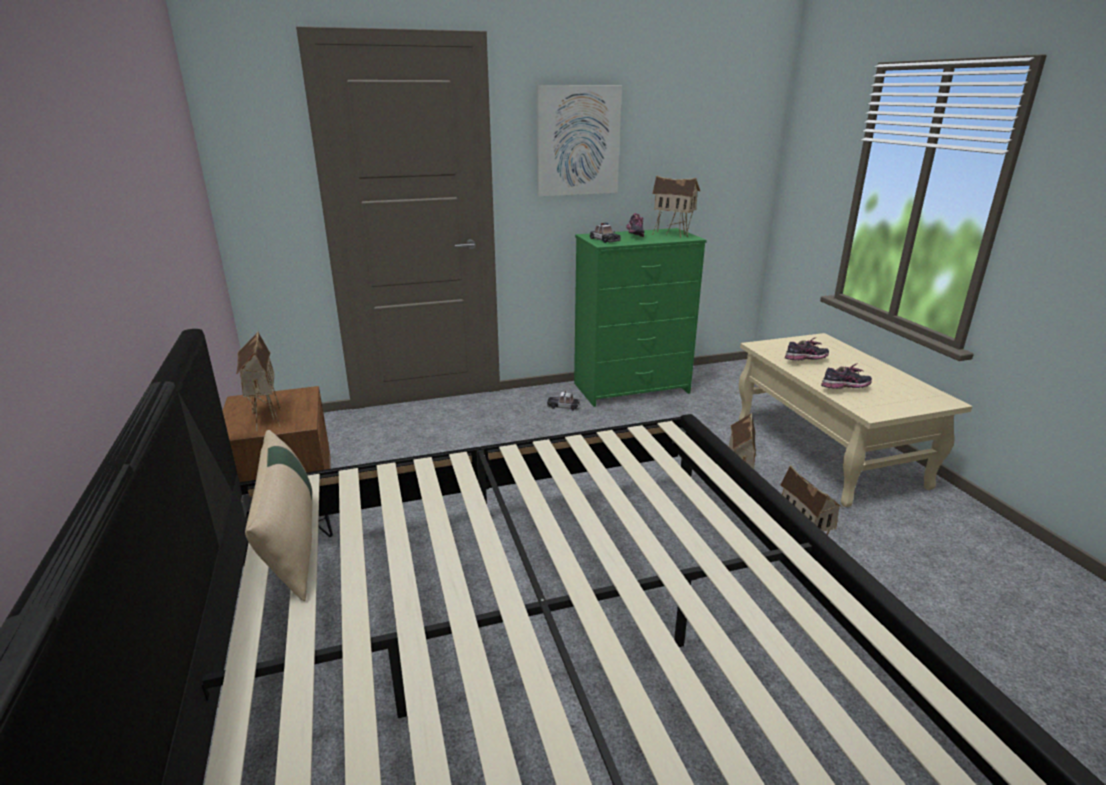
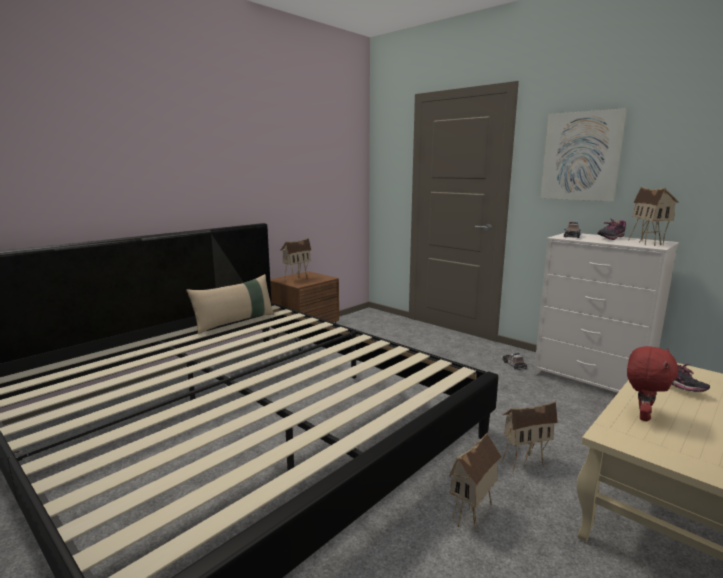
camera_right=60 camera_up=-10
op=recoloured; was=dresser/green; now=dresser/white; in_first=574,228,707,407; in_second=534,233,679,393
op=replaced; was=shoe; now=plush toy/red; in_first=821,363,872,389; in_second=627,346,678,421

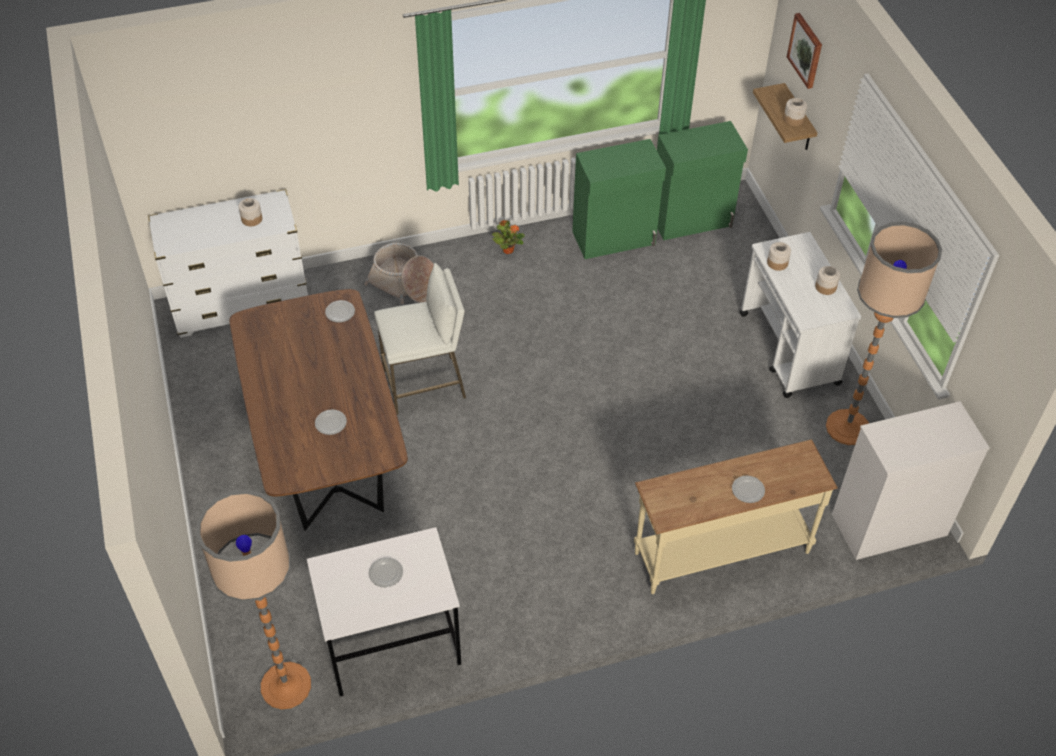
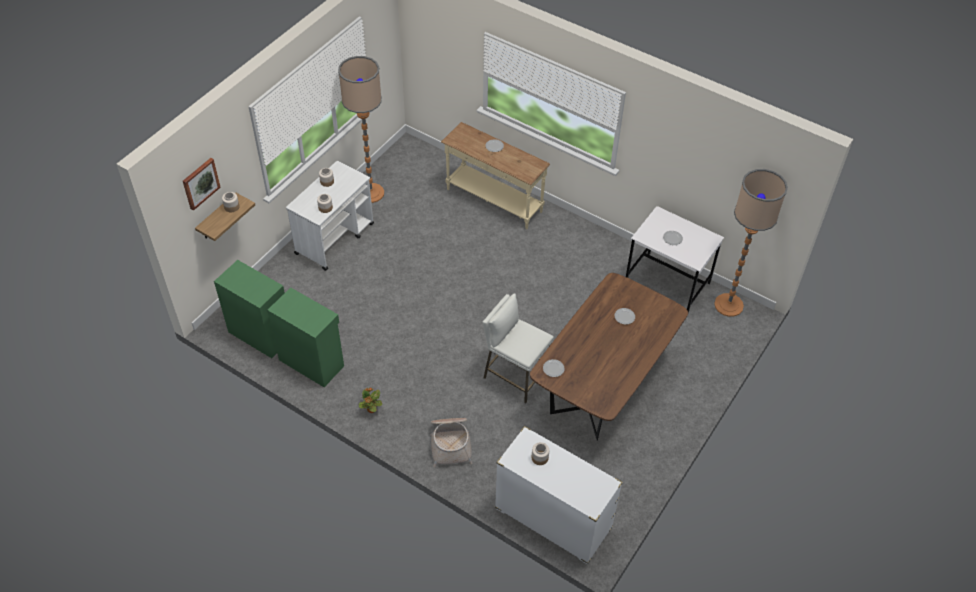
camera_right=-130 camera_up=0
op=removed; was=dresser/white; in_first=832,401,990,560

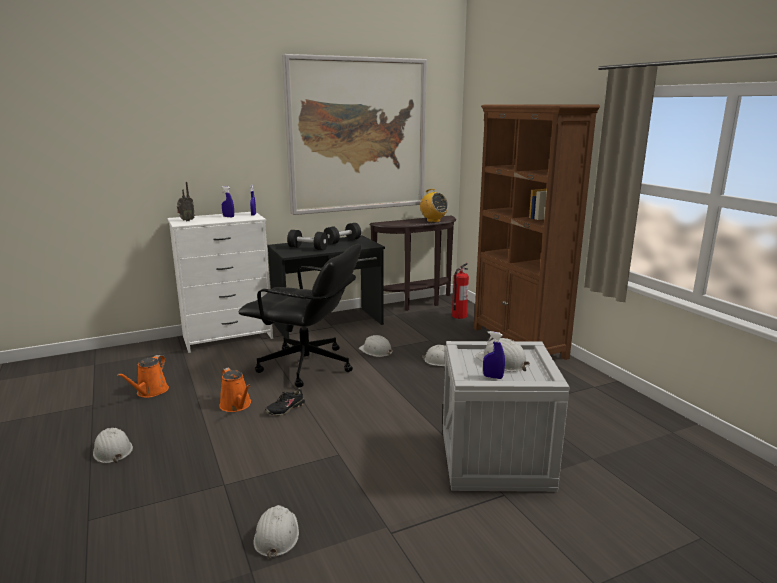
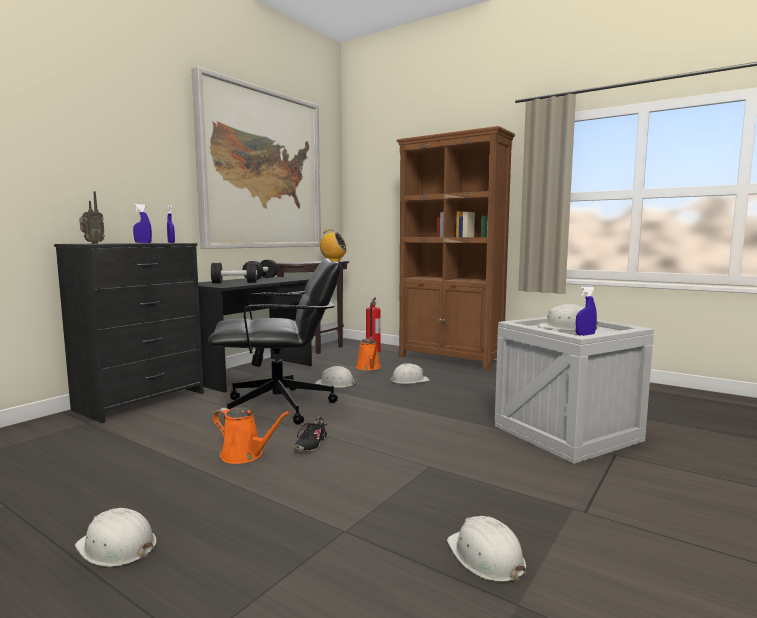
camera_right=-30 camera_up=-10
op=moved; was=watering can/orange; in_first=117,355,169,398; in_second=356,338,381,370
op=recoloured; was=dresser/white; now=dresser/black; in_first=168,212,273,353; in_second=54,243,204,423

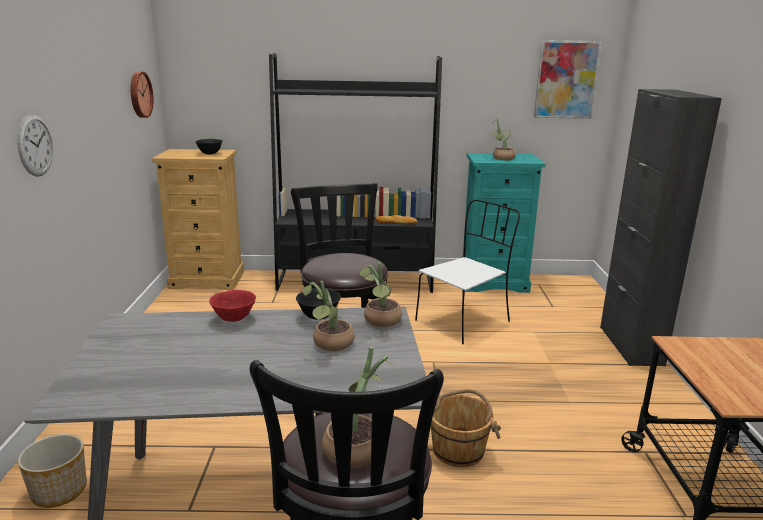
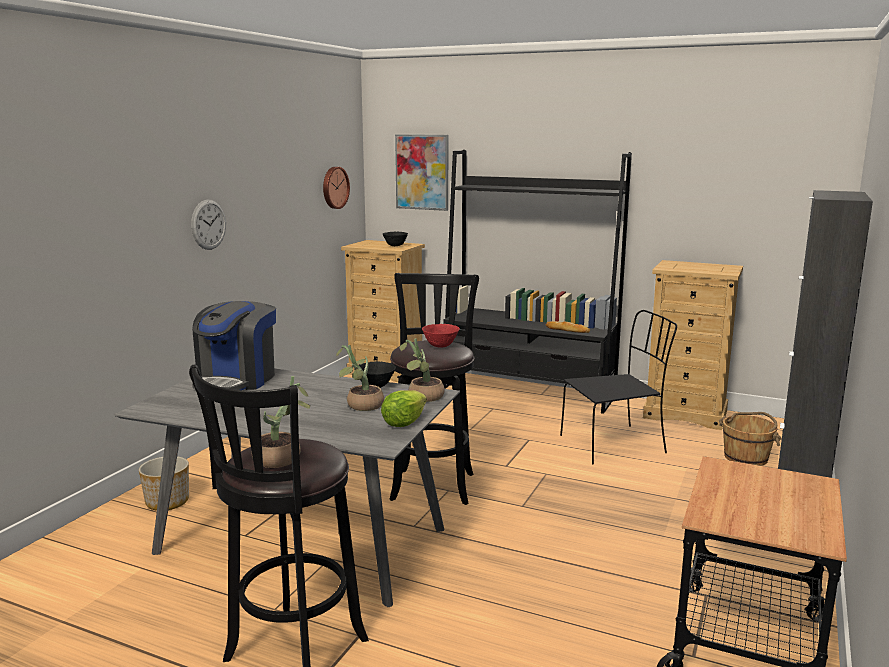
camera_right=25 camera_up=-5
op=moved; was=bowl/red; in_first=209,290,256,322; in_second=422,324,460,348
op=recoloured; was=chair/white; now=chair/black; in_first=415,199,520,344; in_second=560,310,677,465
op=moved; was=bucket/brown; in_first=431,389,501,467; in_second=719,412,782,466
op=recoloured; was=dresser/turquoise; now=dresser/beige; in_first=463,153,545,293; in_second=643,260,743,430
op=removed; was=potted plant; in_first=489,118,515,160
op=moved; was=picture; in_first=534,40,602,119; in_second=395,134,448,211
op=added; now=coffee machine; in_second=192,301,276,390
op=added; now=lettuce; in_second=381,390,427,427

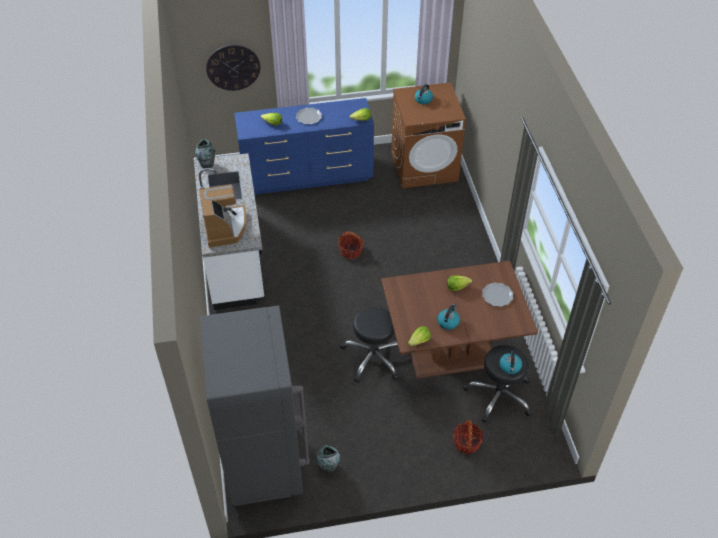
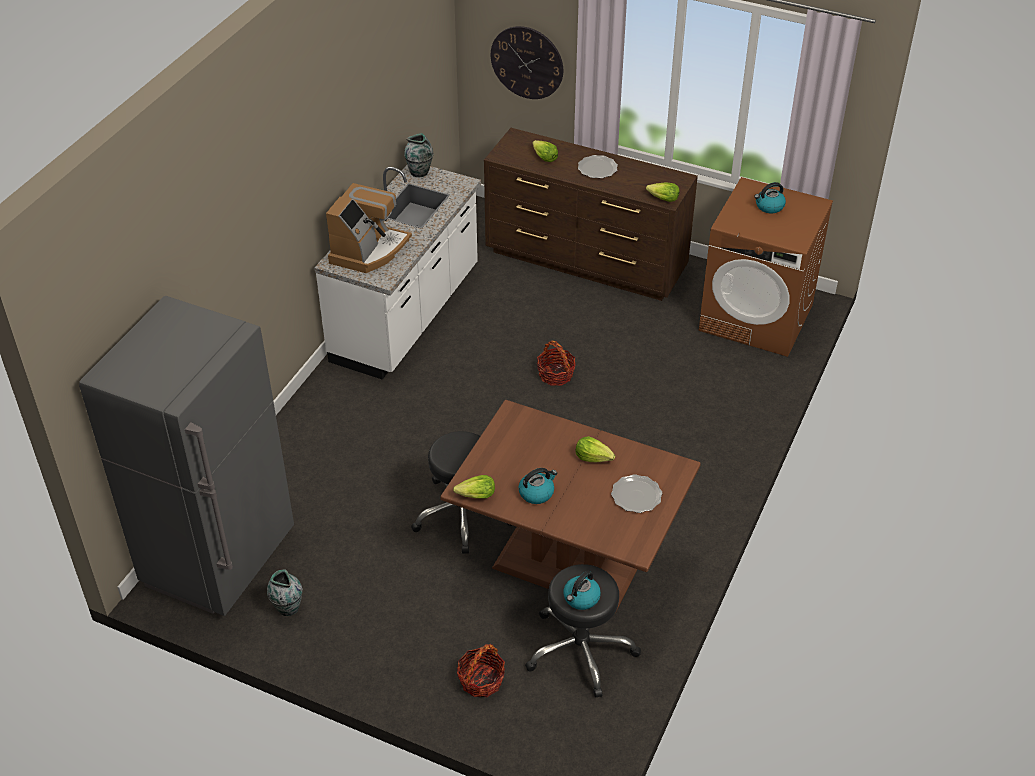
camera_right=35 camera_up=-5
op=recoloured; was=dresser/blue; now=dresser/brown; in_first=234,98,374,195; in_second=484,128,698,301

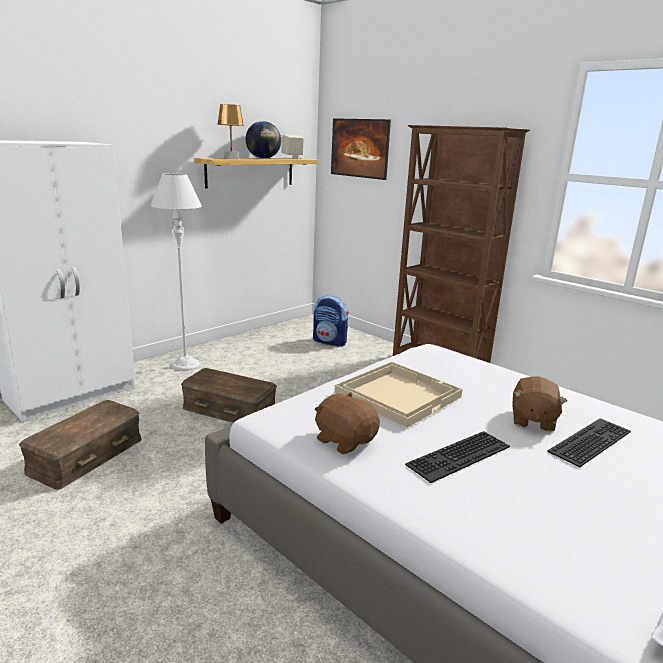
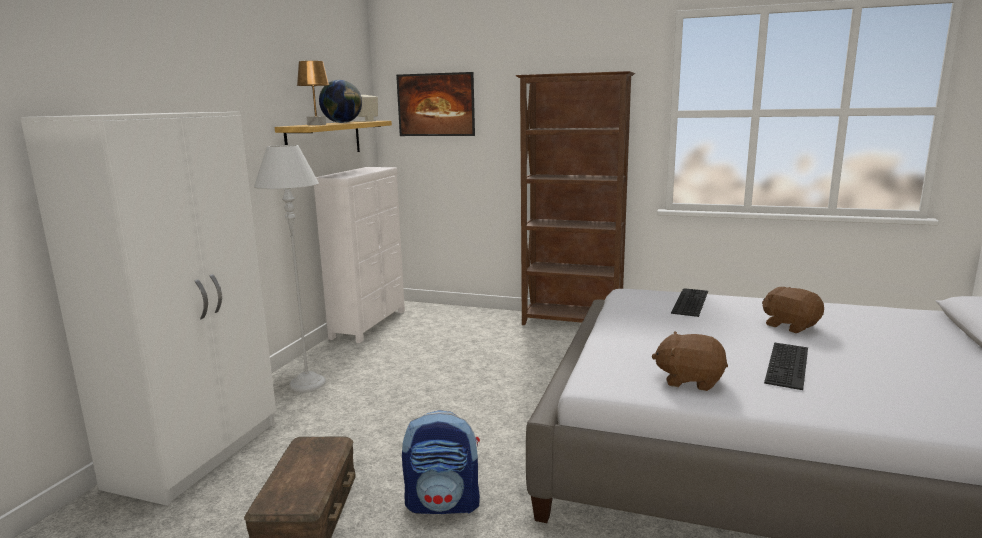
camera_right=-25 camera_up=-5
op=removed; was=storage box/brown; in_first=181,368,277,423
op=moved; was=backpack; in_first=313,295,349,347; in_second=402,410,480,514
op=removed; was=tray/beige; in_first=334,362,463,427
op=turned; was=plush toy/brown; in_first=512,377,567,432; in_second=762,287,824,333; clockwise=150
op=moved; was=keyboard; in_first=547,418,631,467; in_second=671,288,708,317
op=added; now=dresser/white; in_second=314,167,405,343

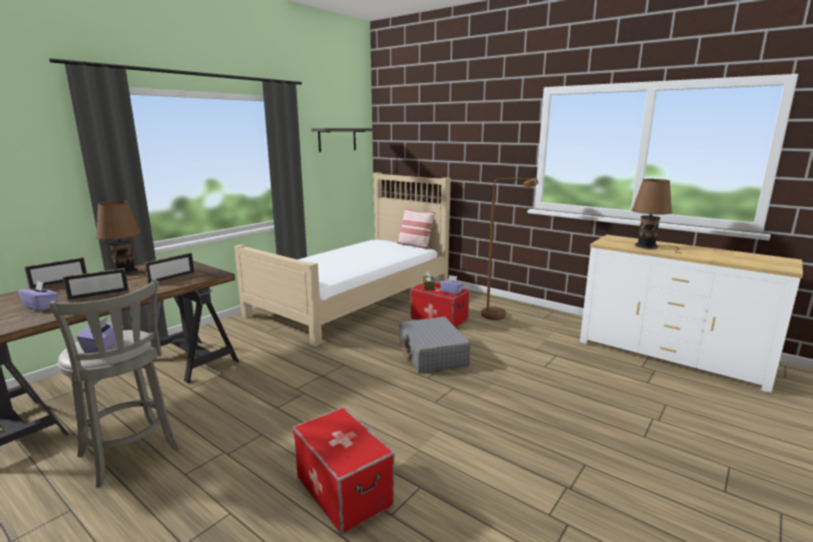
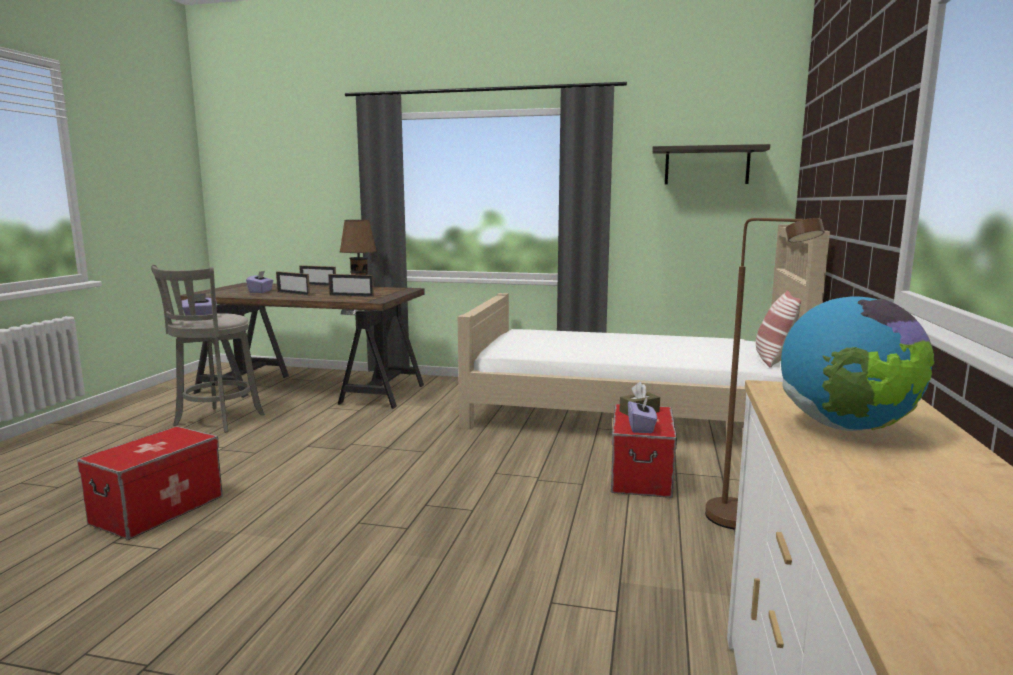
camera_right=65 camera_up=-5
op=removed; was=suitcase/grey; in_first=399,317,471,373
op=replaced; was=table lamp/brown; now=globe; in_first=632,179,679,253; in_second=781,297,934,431

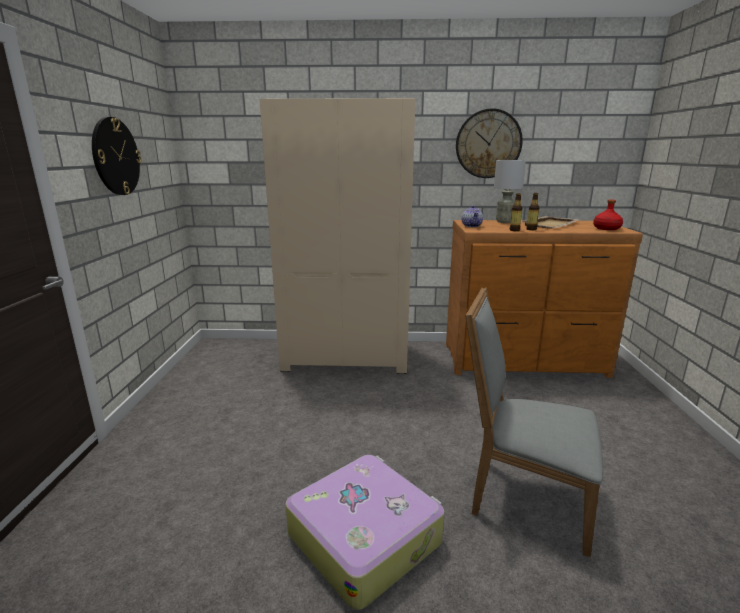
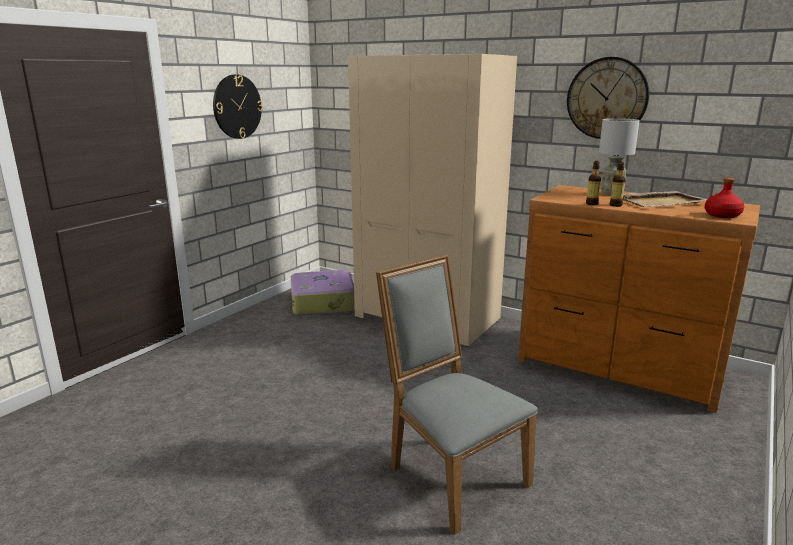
camera_right=30 camera_up=0
op=moved; was=suitcase; in_first=286,455,444,610; in_second=291,270,355,316
op=removed; was=teapot; in_first=462,205,483,227

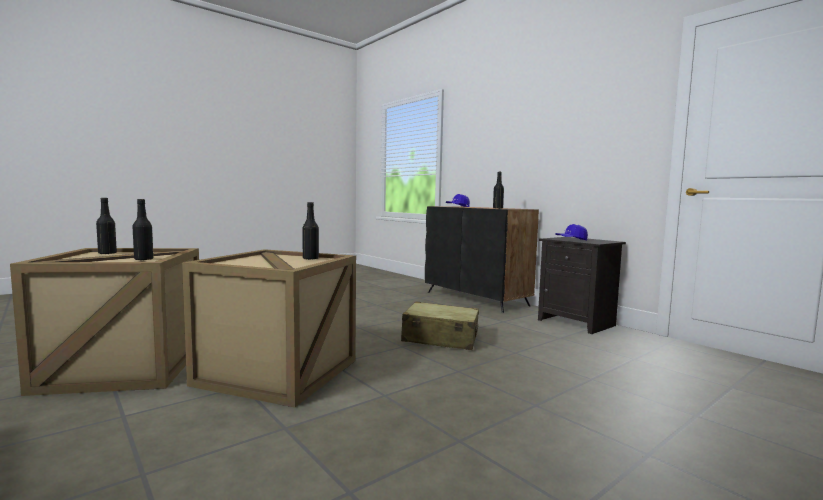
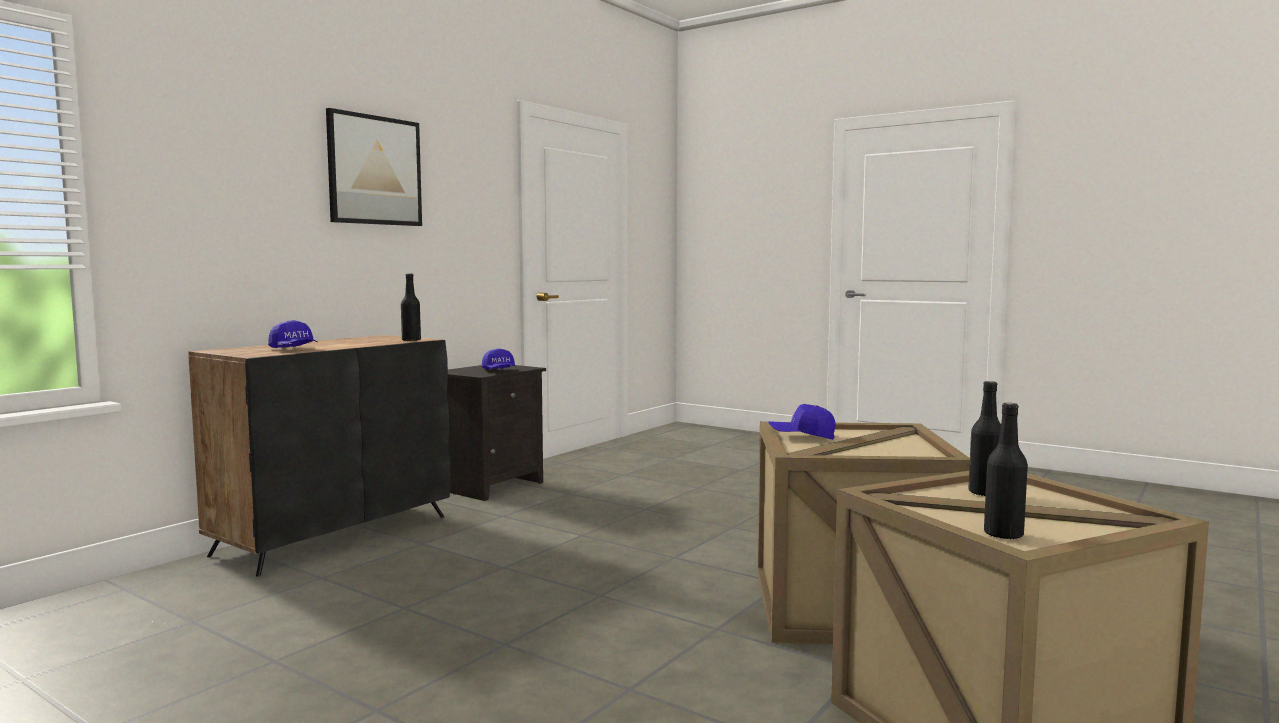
camera_right=-105 camera_up=0
op=replaced; was=bottle/black; now=cap/blue; in_first=303,202,319,260; in_second=768,404,836,440
op=removed; was=suitcase/beige; in_first=401,302,479,350
op=added; now=picture; in_second=326,108,422,226

